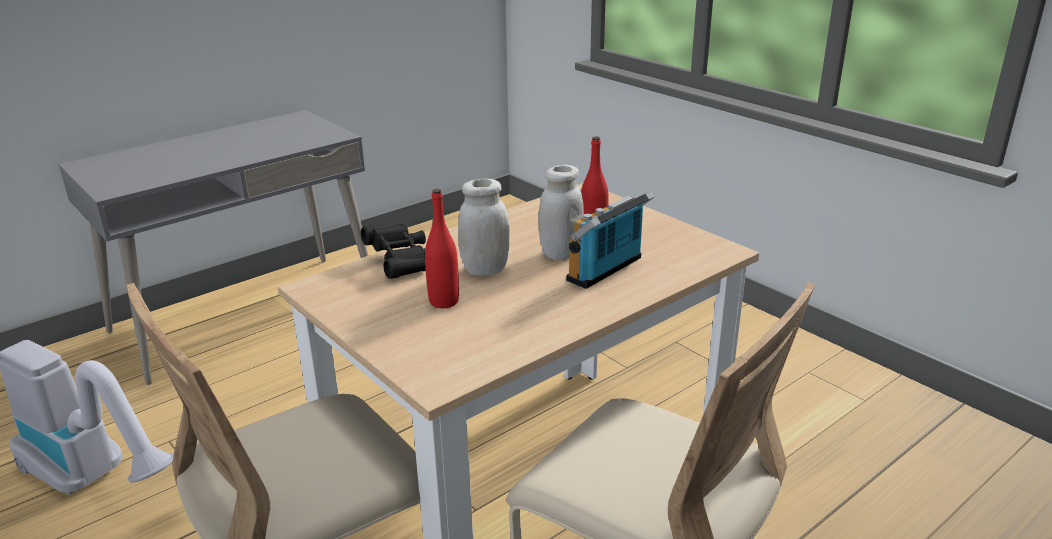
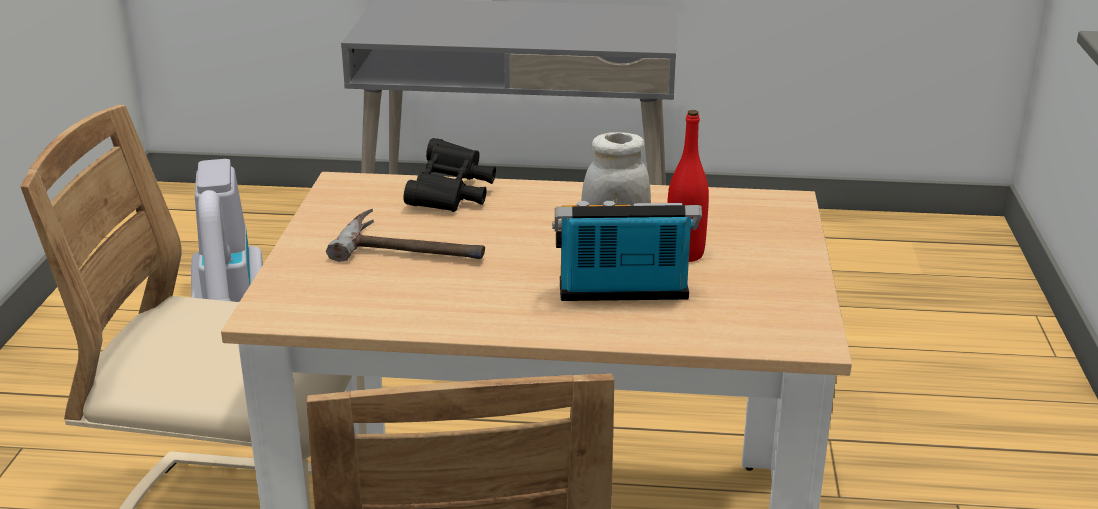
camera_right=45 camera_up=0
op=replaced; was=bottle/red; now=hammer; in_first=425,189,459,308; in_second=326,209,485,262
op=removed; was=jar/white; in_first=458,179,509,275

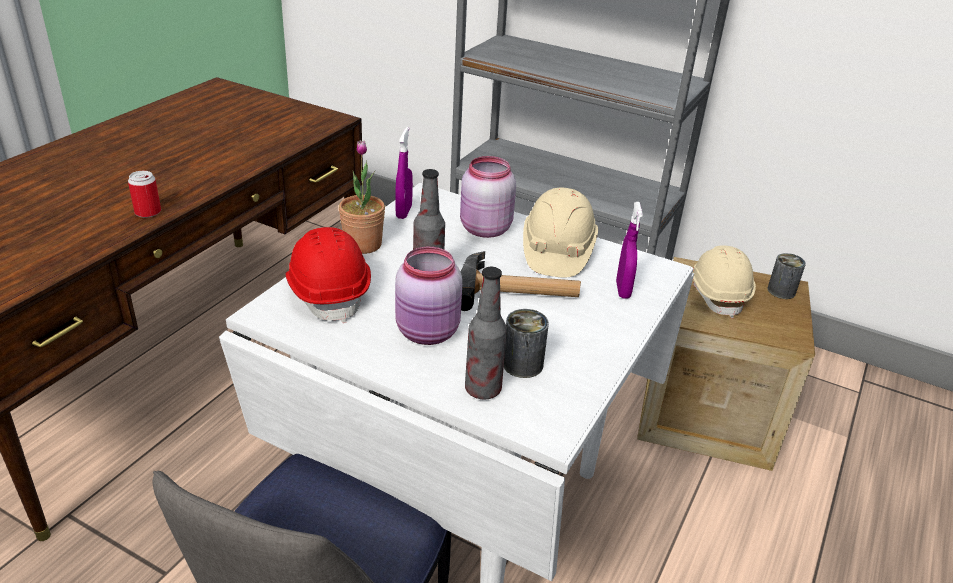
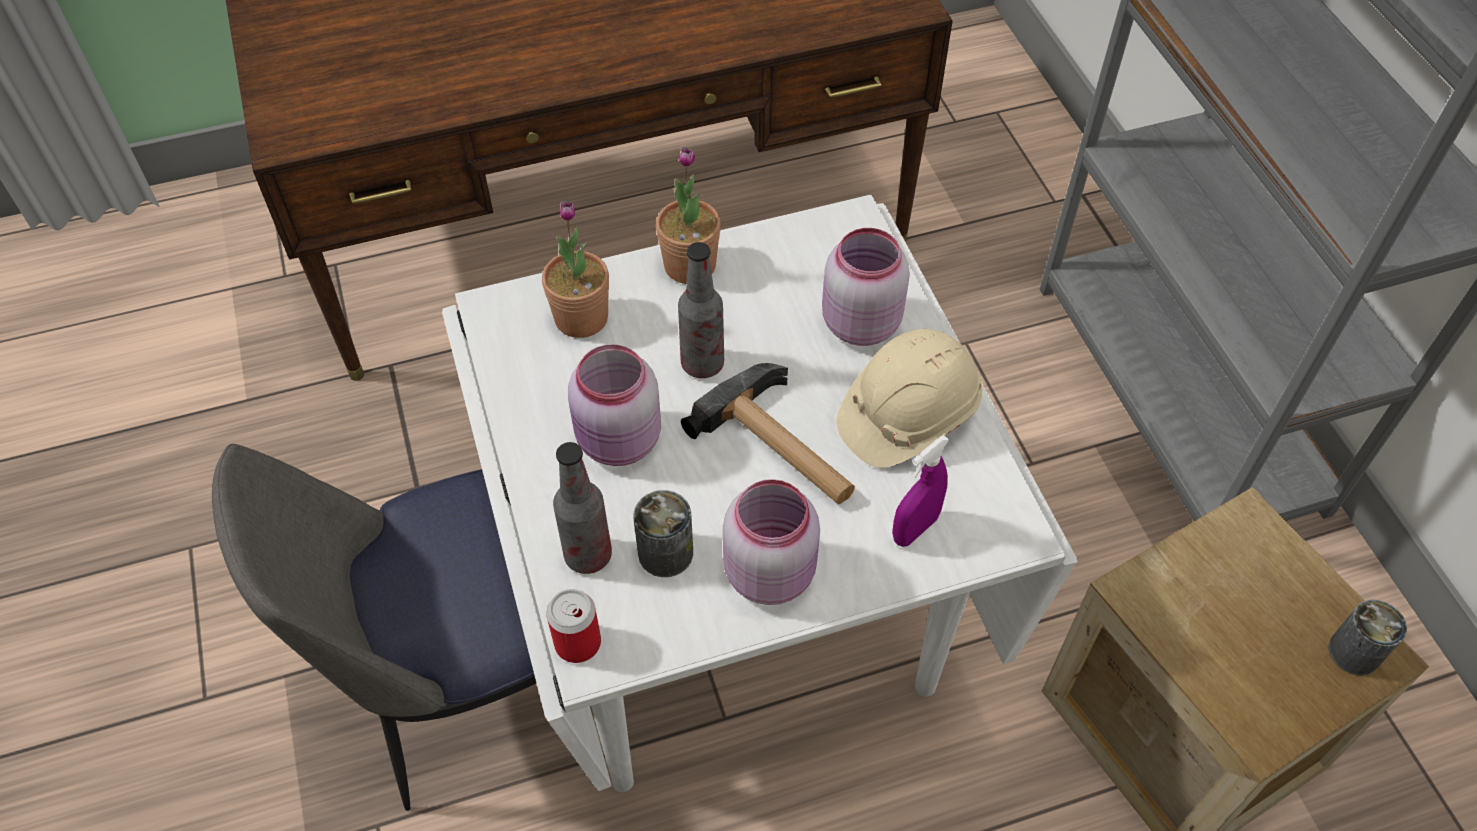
camera_right=45 camera_up=20
op=moved; was=can; in_first=128,171,161,218; in_second=546,589,601,663
op=replaced; was=hard hat/red; now=potted plant; in_first=285,227,371,323; in_second=542,201,609,338
op=removed; was=spray bottle/purple; in_first=395,127,413,219
op=removed; was=hard hat/beige; in_first=693,245,756,318
op=added; now=jar/pink; in_second=723,479,820,605

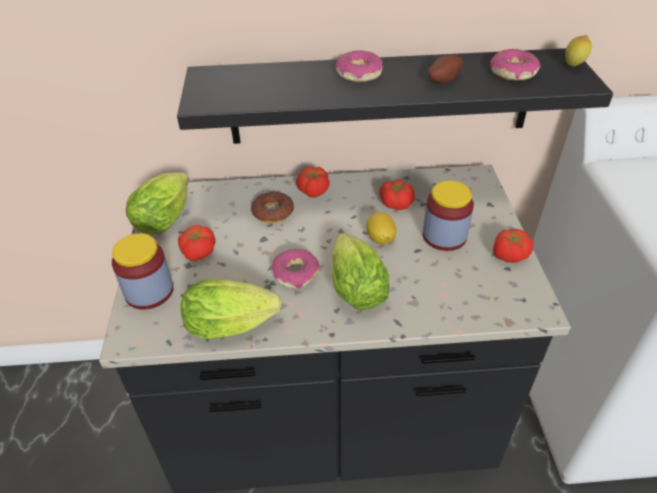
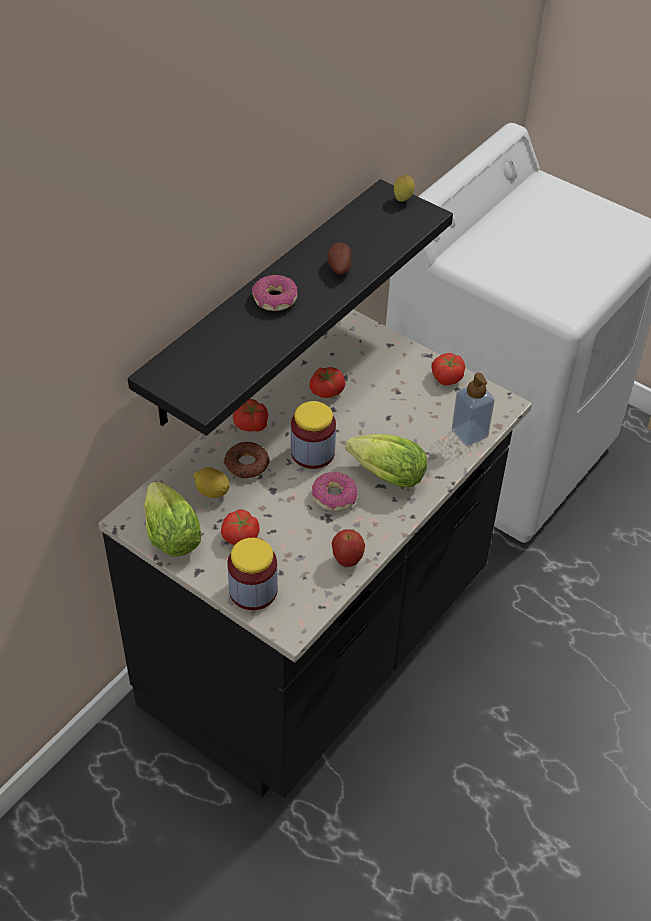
camera_right=-50 camera_up=5
op=replaced; was=lettuce; now=apple; in_first=181,279,282,339; in_second=331,529,365,567
op=moved; was=lemon; in_first=366,212,396,245; in_second=193,467,230,498
op=moved; was=jar; in_first=423,181,474,251; in_second=291,401,336,469
op=removed; was=donut; in_first=490,49,541,81
op=added; now=soap dispenser; in_second=452,373,495,446

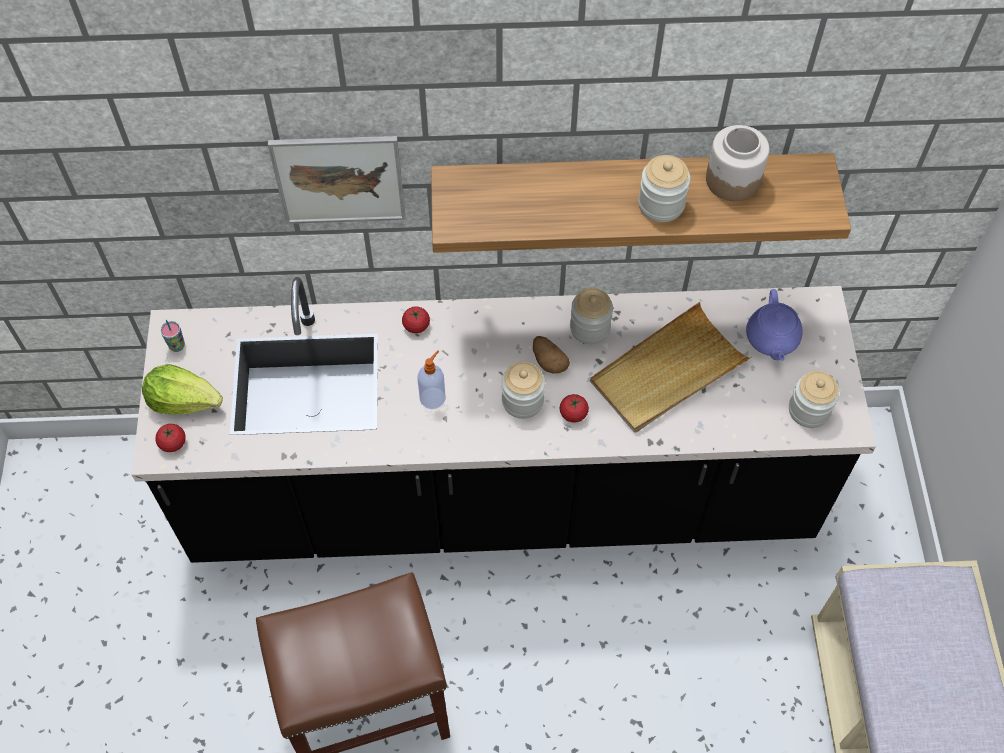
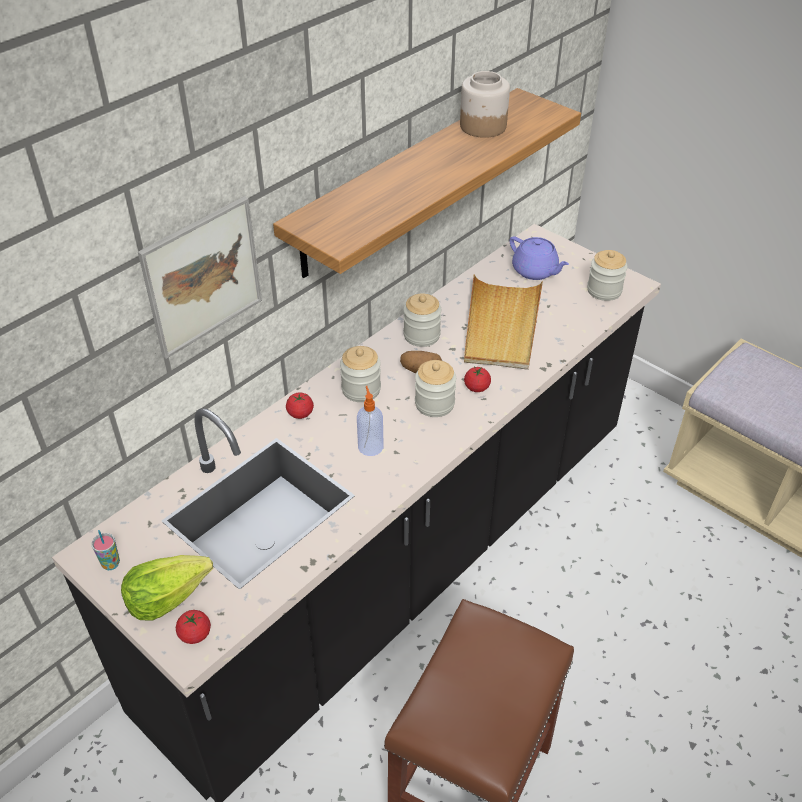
camera_right=-45 camera_up=-15
op=moved; was=jar; in_first=638,155,690,222; in_second=340,346,381,402

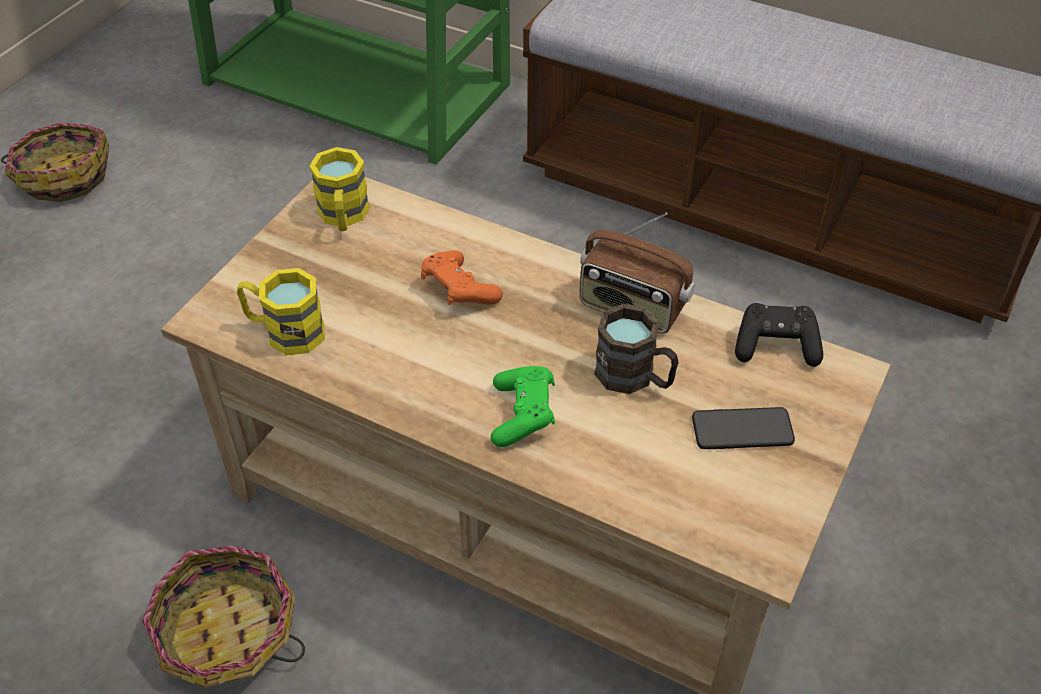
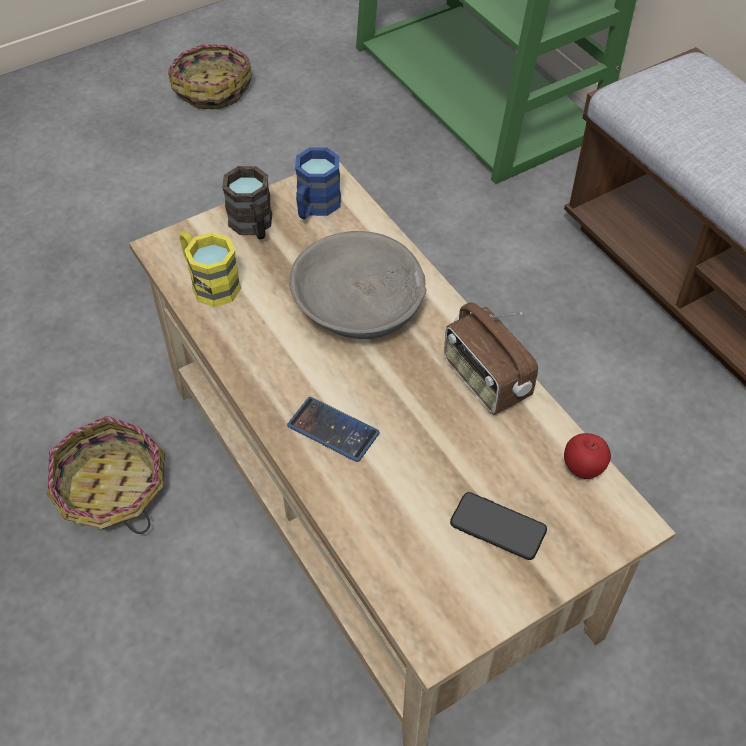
camera_right=30 camera_up=5
op=recoloured; was=mug/yellow; now=mug/blue; in_first=309,147,370,231; in_second=295,147,341,219
op=replaced; was=game controller/orange; now=bowl/grey; in_first=421,250,503,305; in_second=289,231,427,339
op=replaced; was=game controller/green; now=phone; in_first=491,366,555,447; in_second=287,397,380,462
op=moved; was=mug/brown; in_first=594,304,679,394; in_second=222,166,272,239
op=replaced; was=game controller/black; now=apple; in_first=735,303,823,367; in_second=564,433,611,479

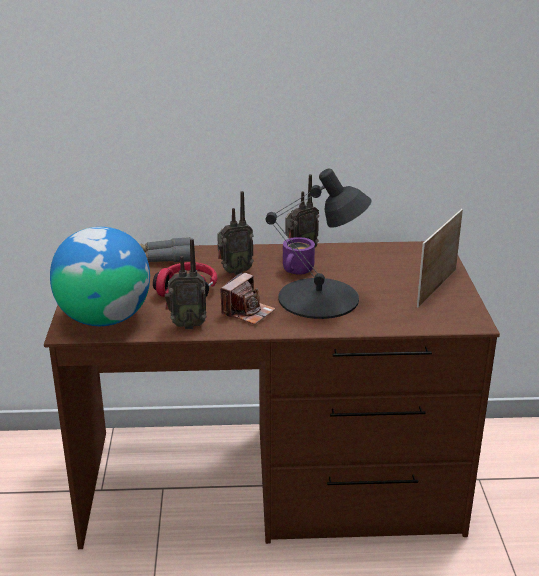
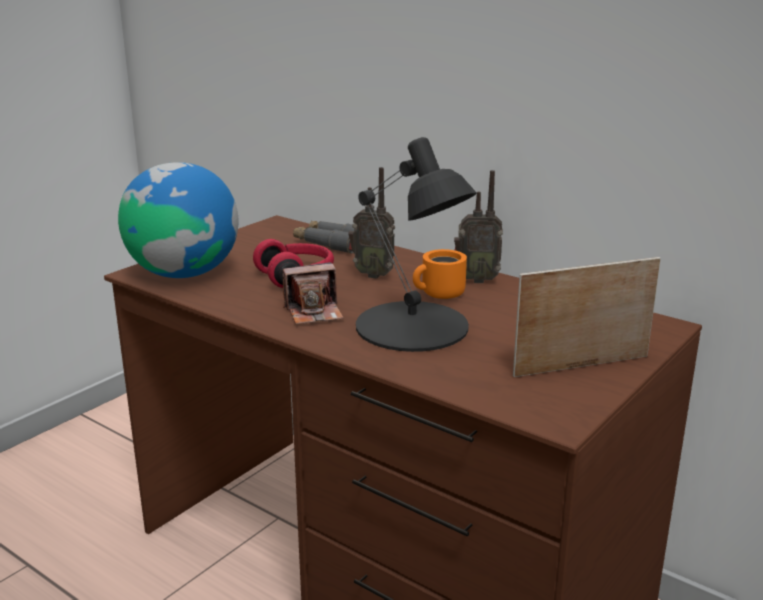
camera_right=40 camera_up=-5
op=removed; was=radio; in_first=165,239,207,329
op=recoloured; was=mug/purple; now=mug/orange; in_first=283,237,315,275; in_second=413,249,467,299

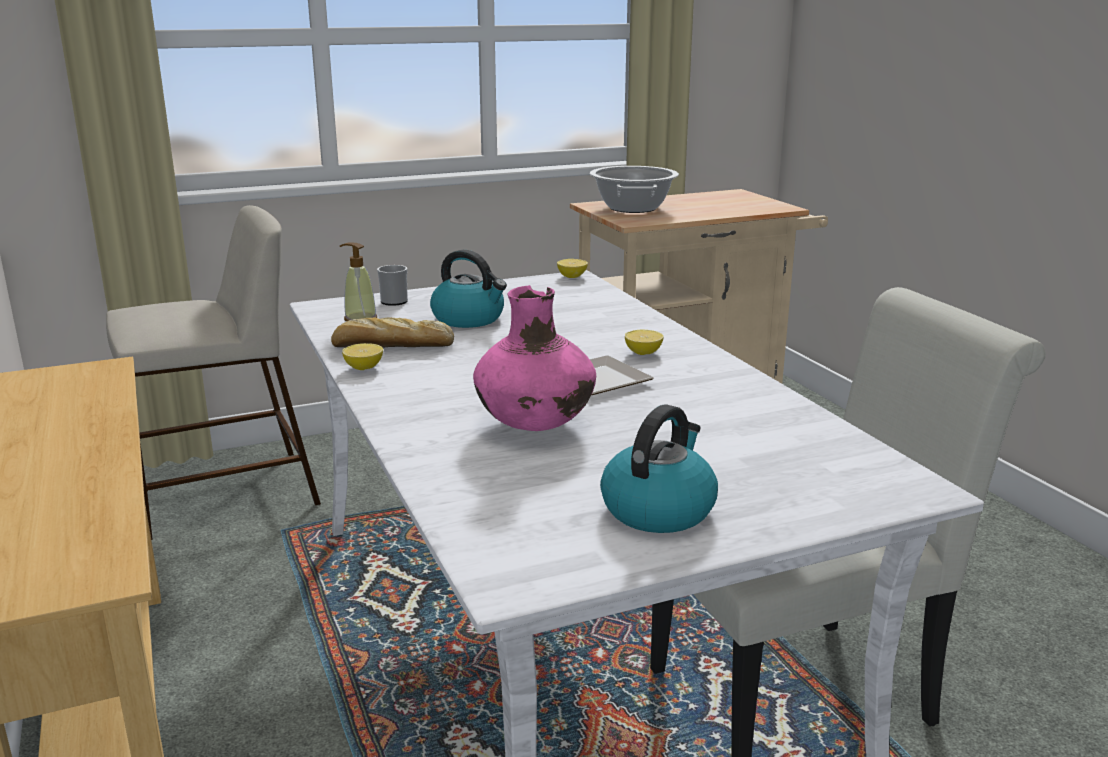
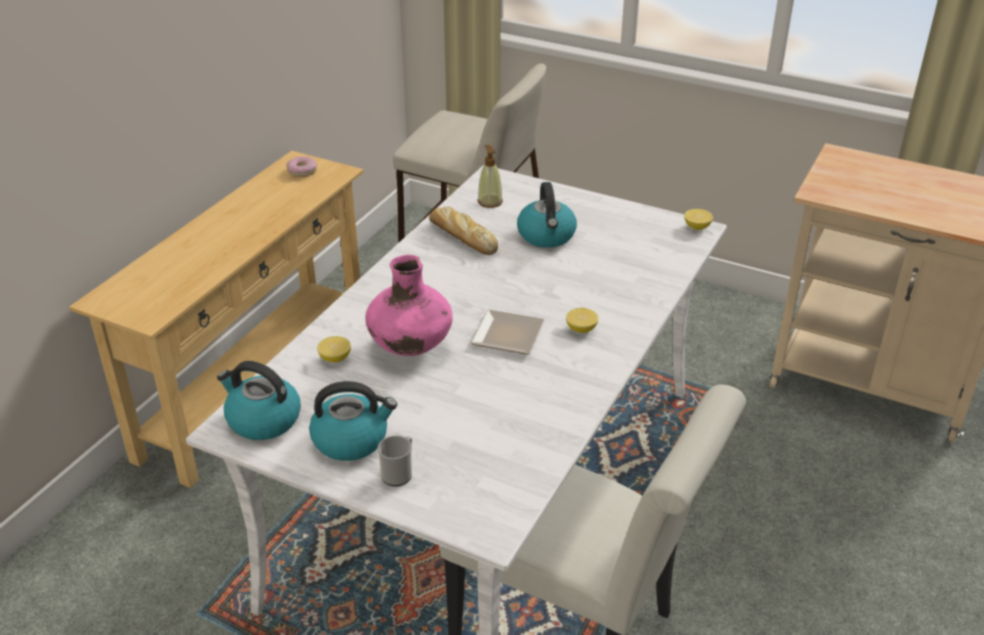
camera_right=50 camera_up=15
op=moved; was=lemon; in_first=342,343,383,370; in_second=317,336,351,363
op=moved; was=mug; in_first=377,265,408,306; in_second=377,435,412,486
op=removed; was=cooking pot; in_first=590,166,679,213
op=added; now=kettle; in_second=217,361,301,440
op=added; now=donut; in_second=286,156,317,177

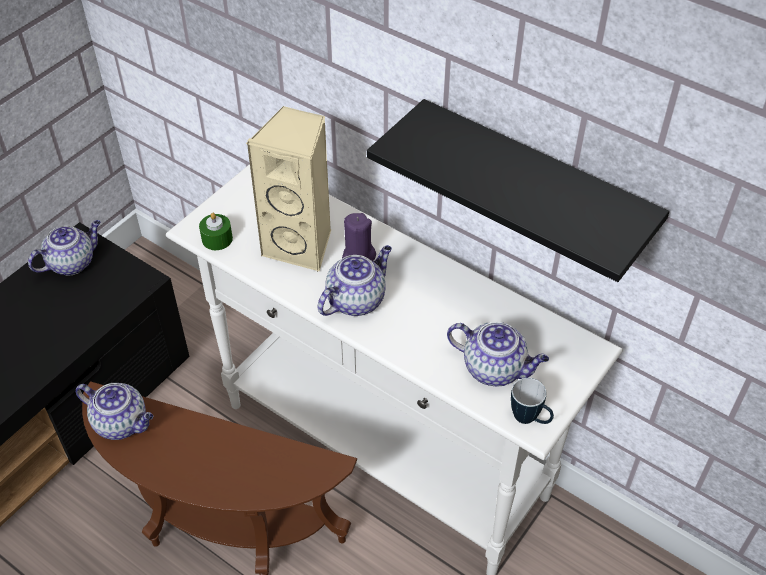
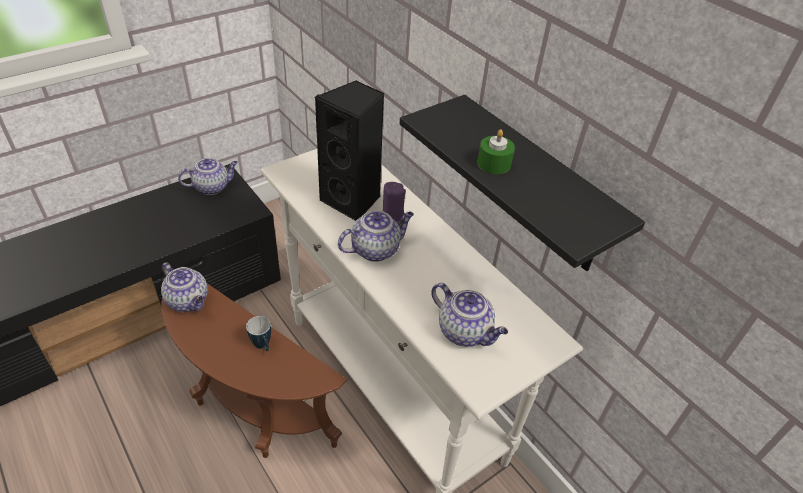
camera_right=15 camera_up=-5
op=moved; was=candle/green; in_first=199,213,233,250; in_second=477,129,515,174
op=recoloured; was=speaker/beige; now=speaker/black; in_first=246,106,331,273; in_second=314,80,385,221
op=moved; was=mug; in_first=511,378,554,424; in_second=246,316,271,351

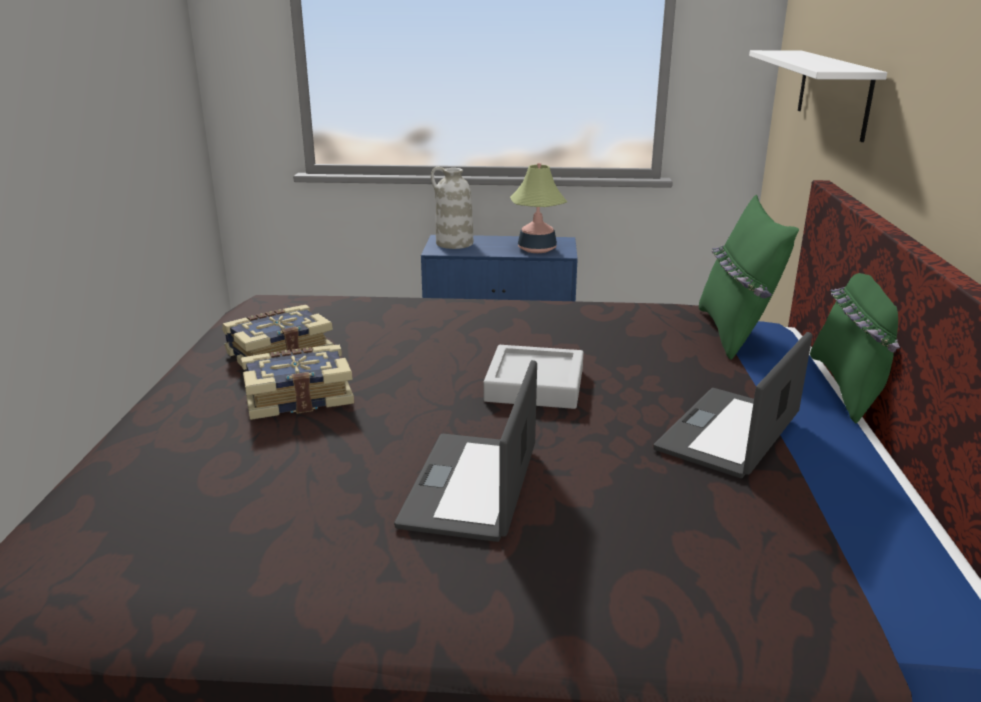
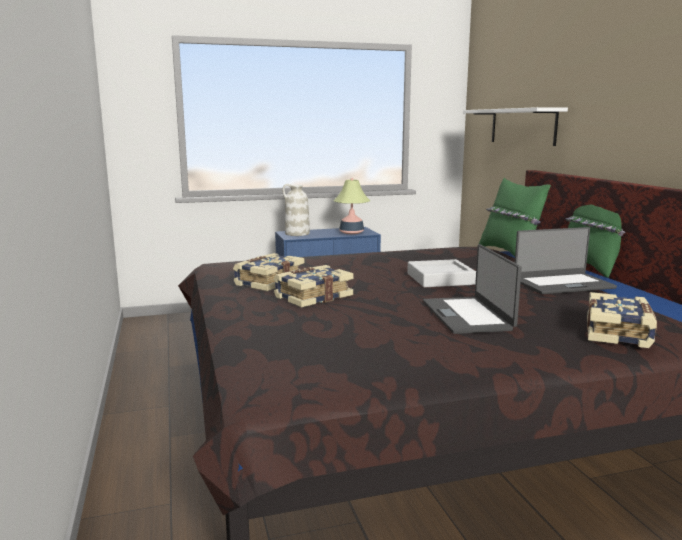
camera_right=-20 camera_up=-10
op=turned; was=laptop; in_first=653,332,812,478; in_second=515,227,617,295; clockwise=-120
op=added; now=book; in_second=587,292,657,348

